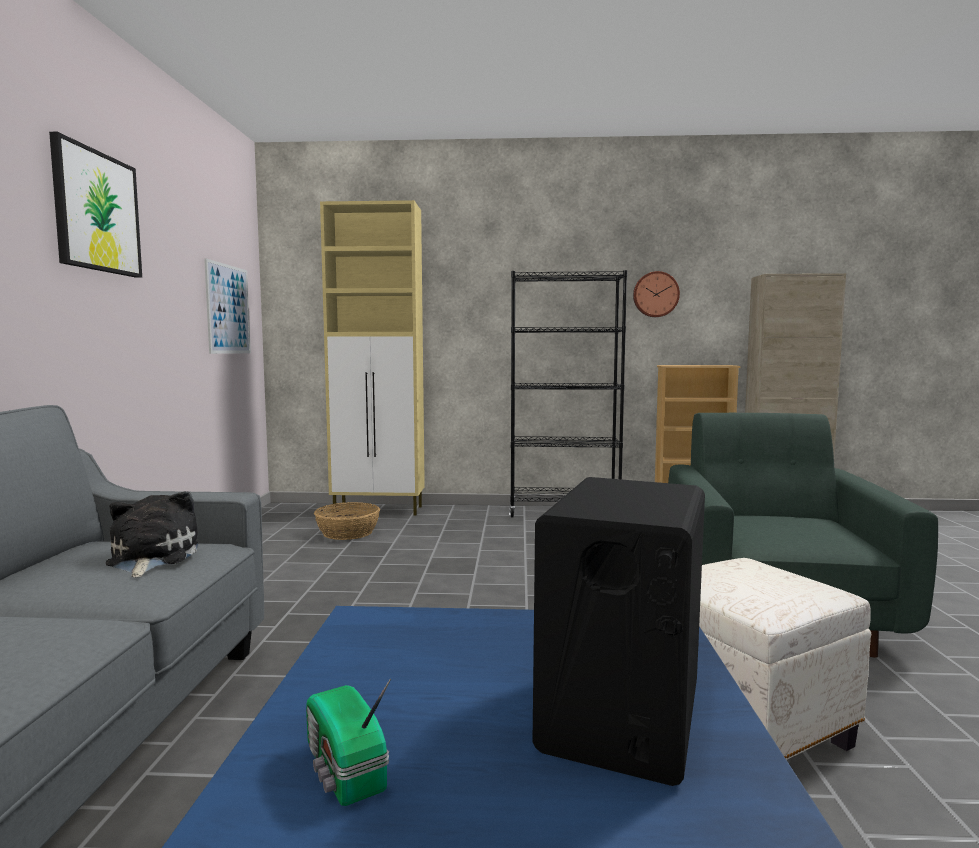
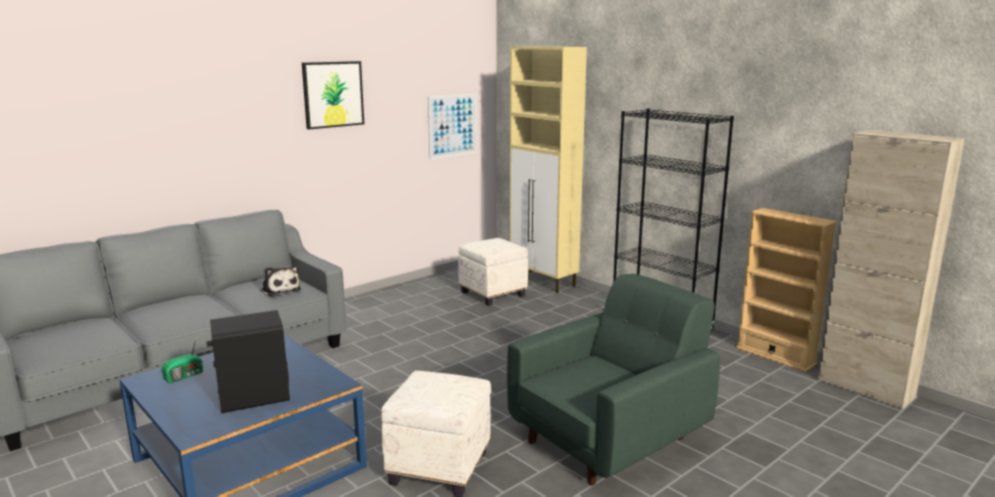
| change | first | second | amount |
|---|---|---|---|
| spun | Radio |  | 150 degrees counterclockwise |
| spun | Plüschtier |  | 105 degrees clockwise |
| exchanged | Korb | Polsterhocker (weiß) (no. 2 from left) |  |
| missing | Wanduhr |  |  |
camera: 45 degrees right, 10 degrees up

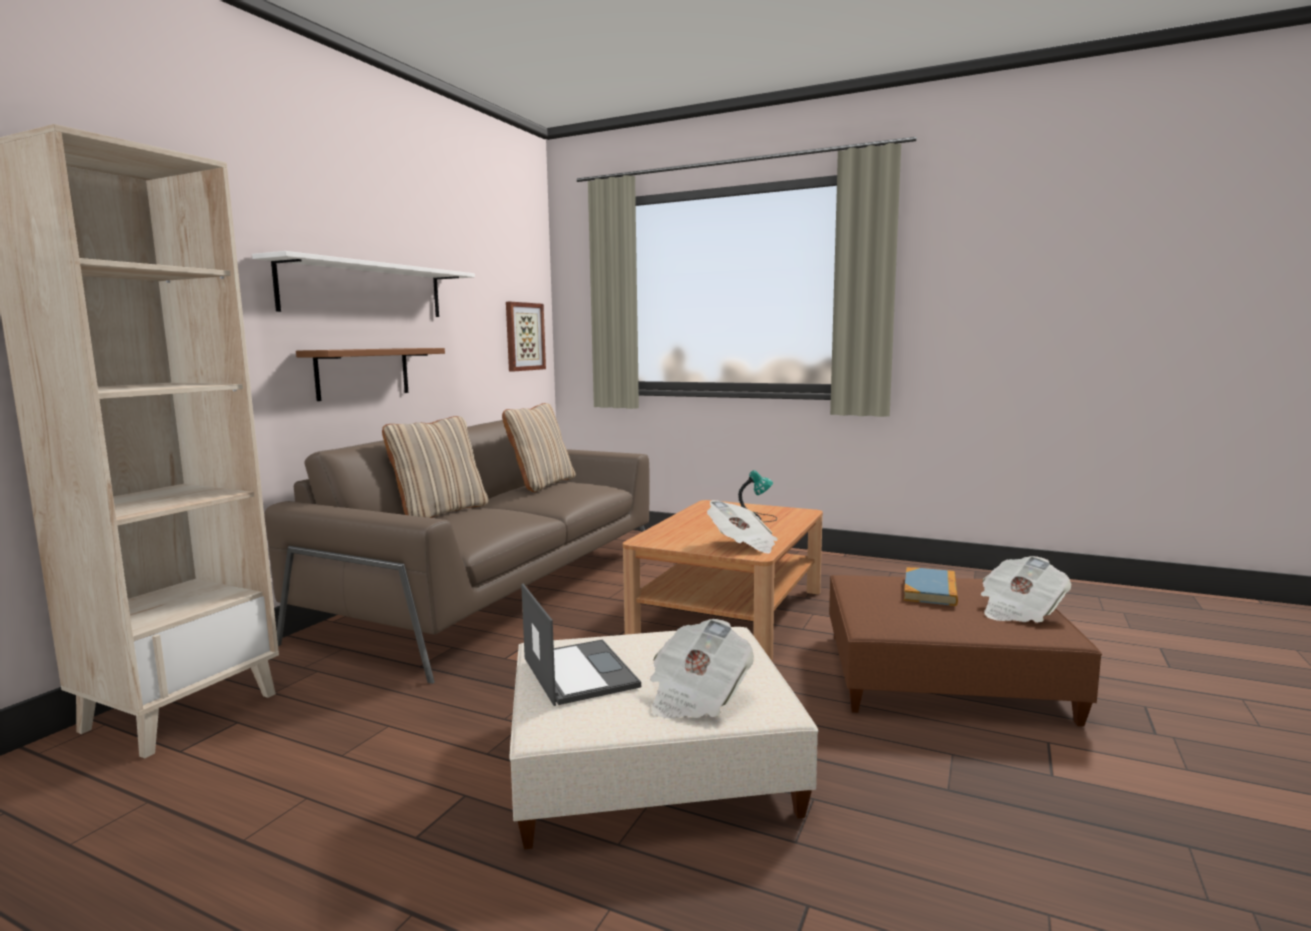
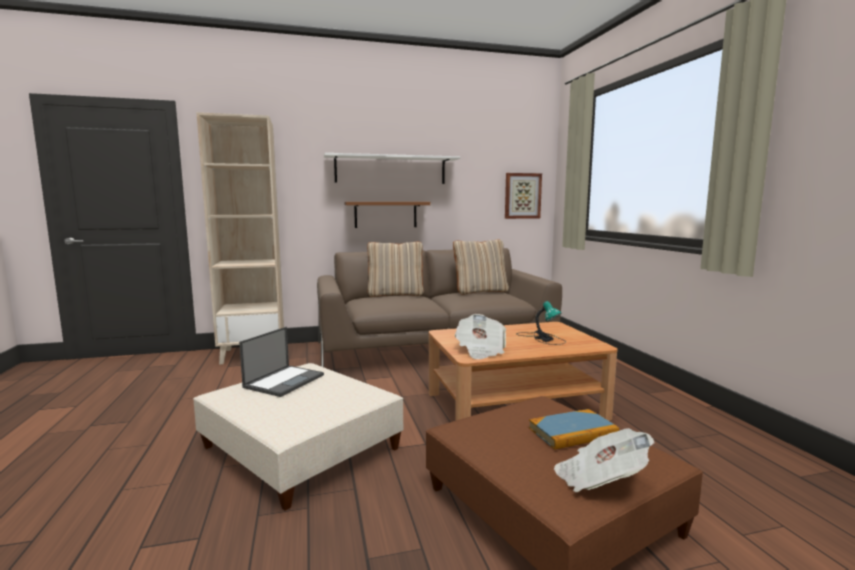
| change | first | second | amount |
|---|---|---|---|
| missing | Zeitung (no. 1 from left) |  |  |
camera: 50 degrees right, 0 degrees up

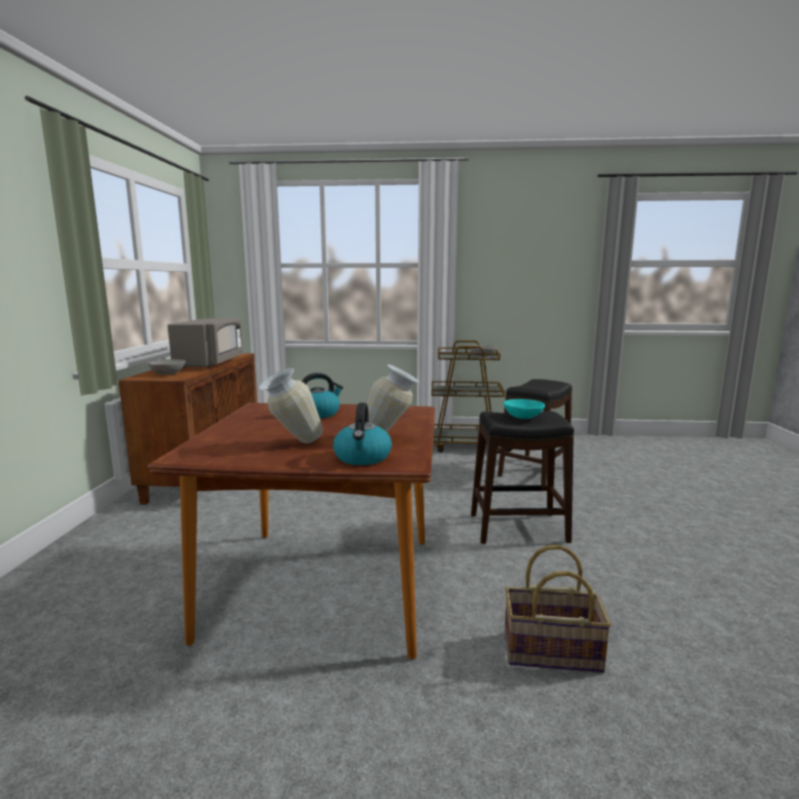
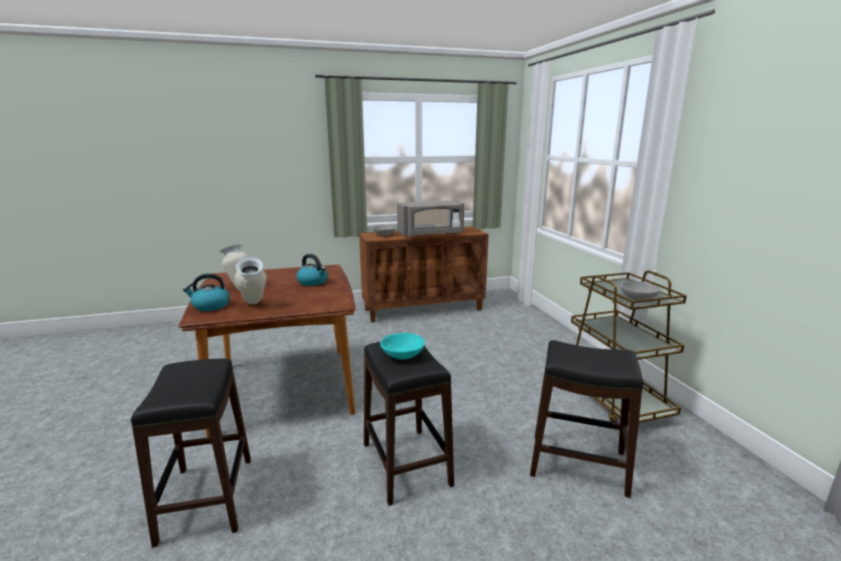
| change | first | second | amount |
|---|---|---|---|
| exchanged | Korb | Hocker (schwarz) (no. 1 from left) |  |
camera: 70 degrees right, 5 degrees up

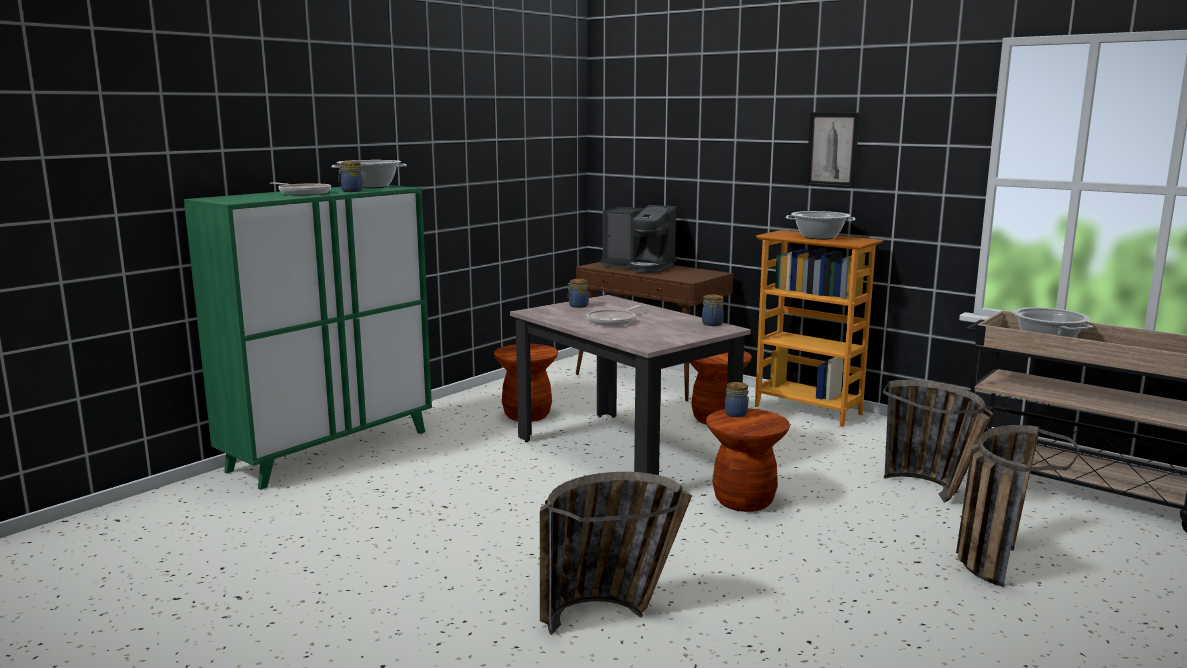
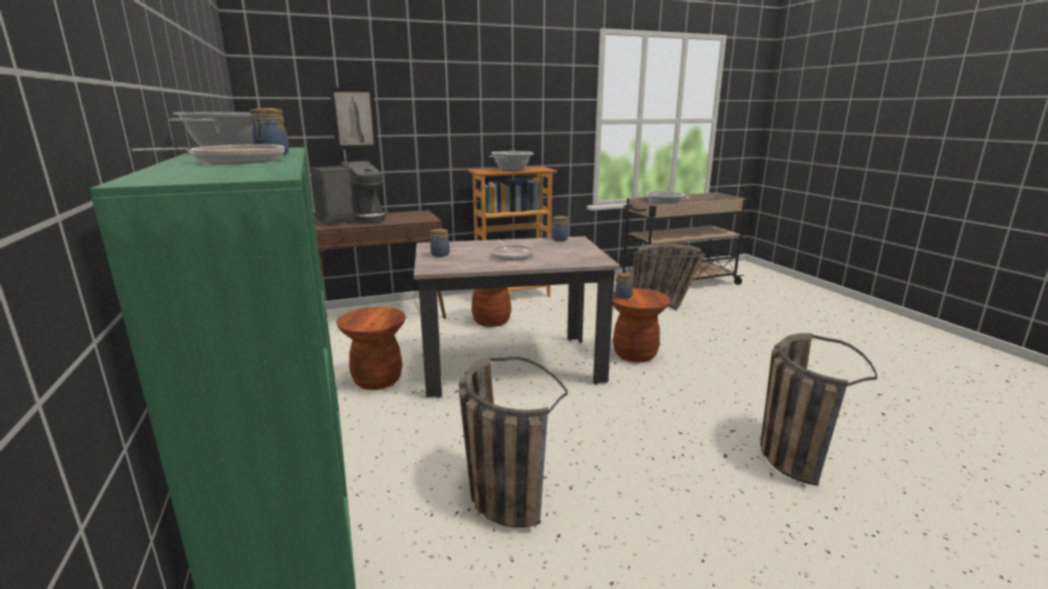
| change | first | second | amount |
|---|---|---|---|
| relocated | Bild |  |  |
| relocated | Korb (no. 3 from left in the first image) | Korb (no. 1 from left) |  |
camera: 60 degrees left, 5 degrees up

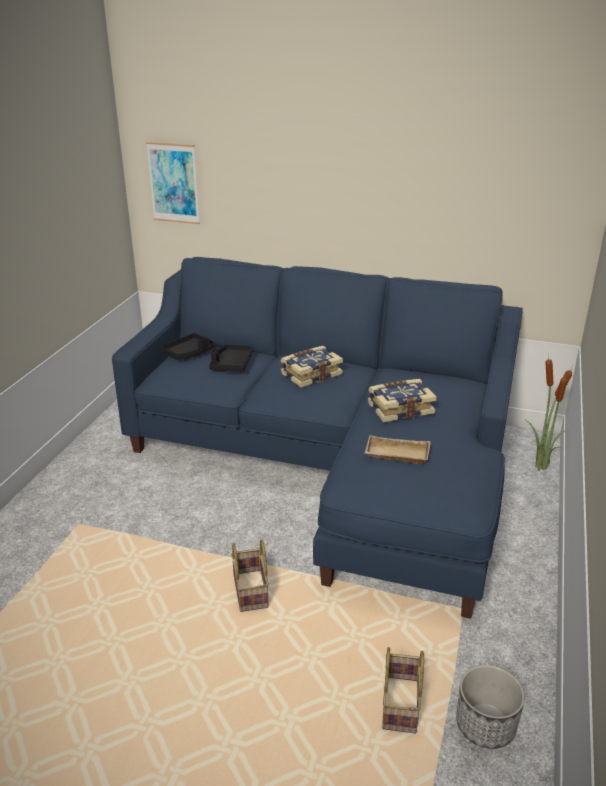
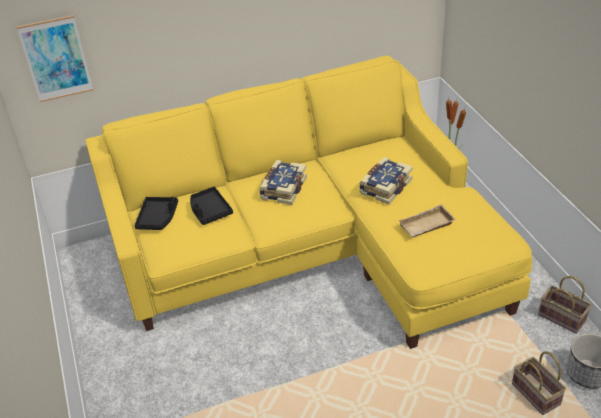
| change | first | second | amount |
|---|---|---|---|
| colour | Sofa (blau) | Sofa (gelb) |  |
| relocated | Korb (no. 1 from left in the first image) | Korb (no. 2 from left) |  |
camera: 35 degrees left, 10 degrees up

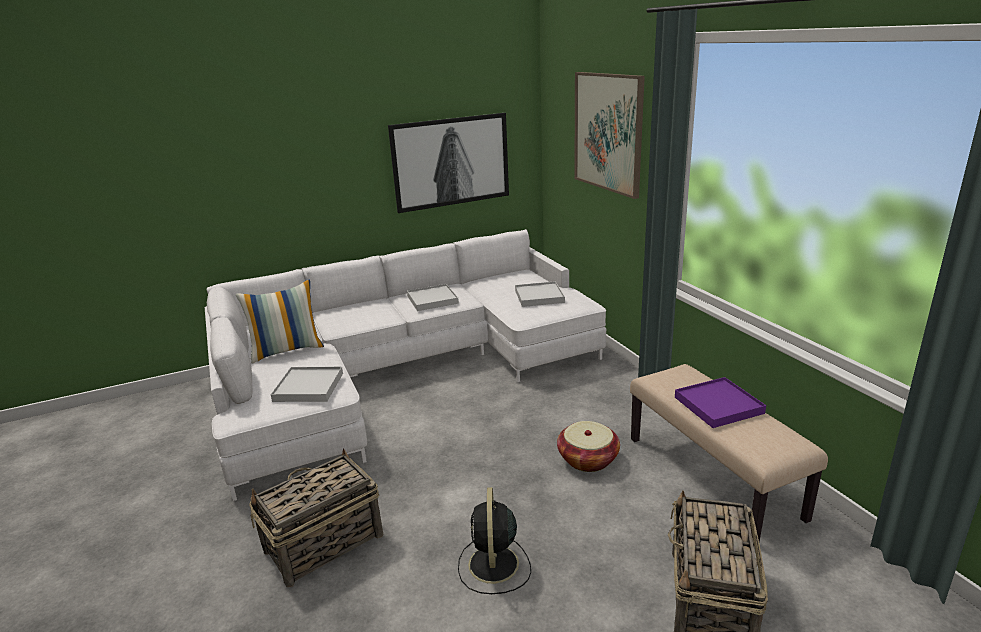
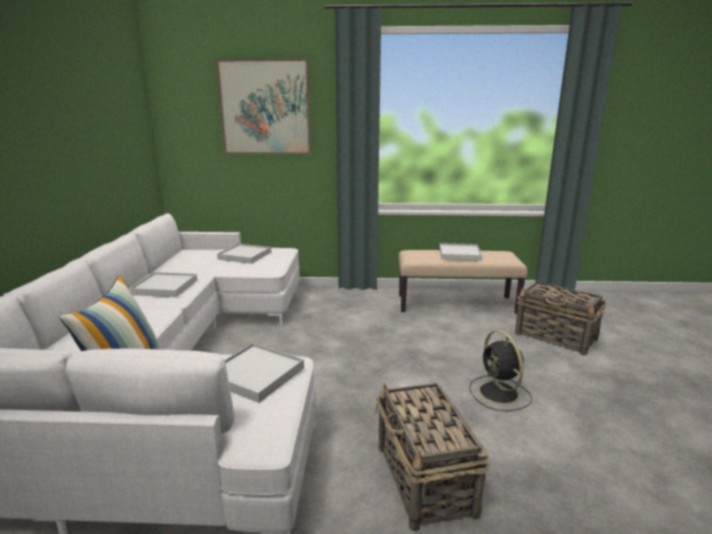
| change | first | second | amount |
|---|---|---|---|
| colour | Tablett (lila) | Tablett (weiß) (no. 4 from left) |  |
| spun | Ventilator (schwarz) |  | 45 degrees clockwise |
| missing | Bild (no. 1 from left) |  |  |
| missing | Korb (no. 2 from left) |  |  |
camera: 65 degrees left, 5 degrees down

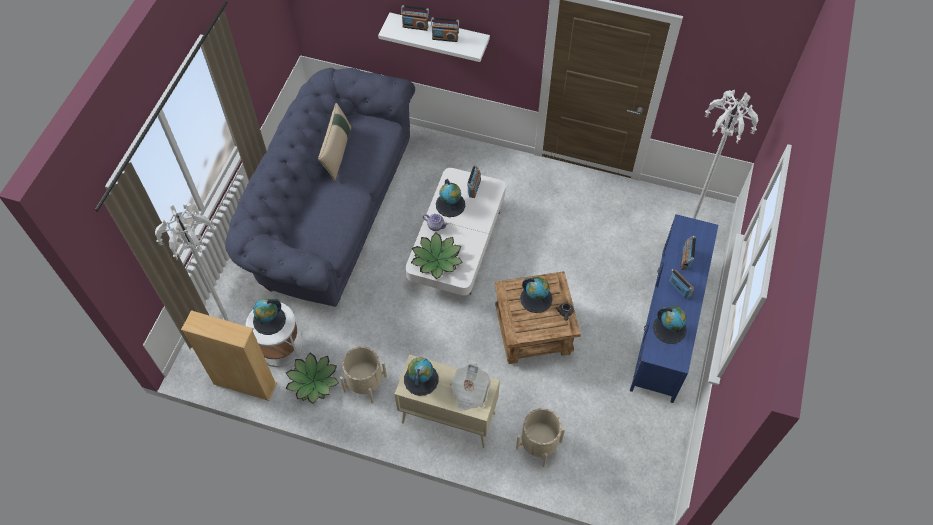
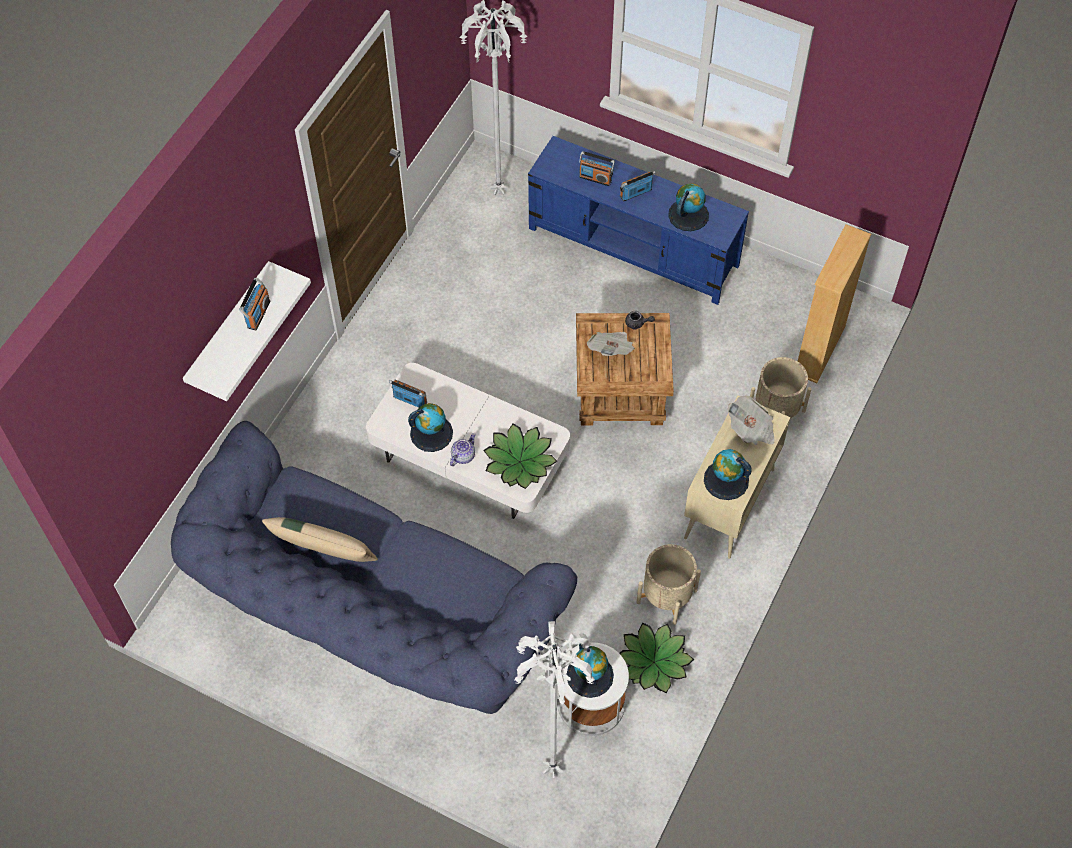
| change | first | second | amount |
|---|---|---|---|
| exchanged | Globus (no. 4 from left) | Zeitung (no. 1 from left) |  |
| relocated | Bücherregal (beige) |  |  |
| missing | Radio (no. 1 from left) |  |  |
camera: 80 degrees left, 0 degrees up

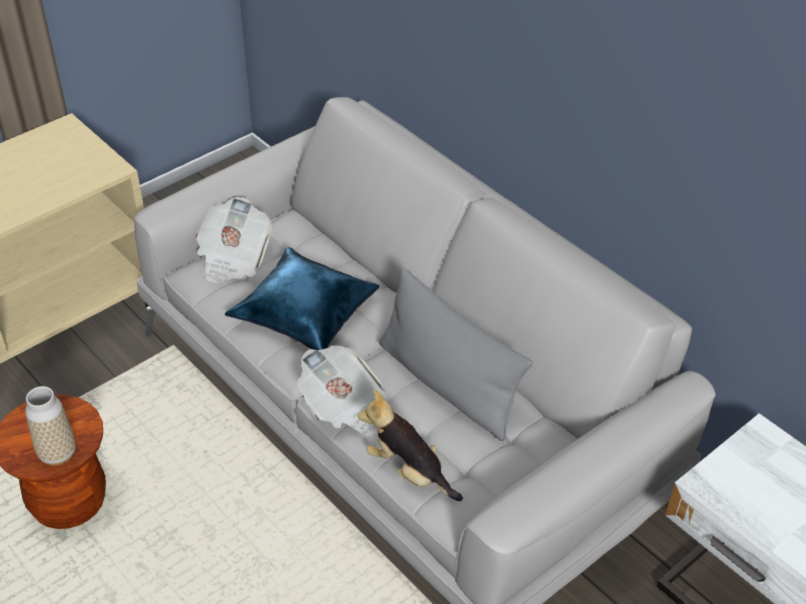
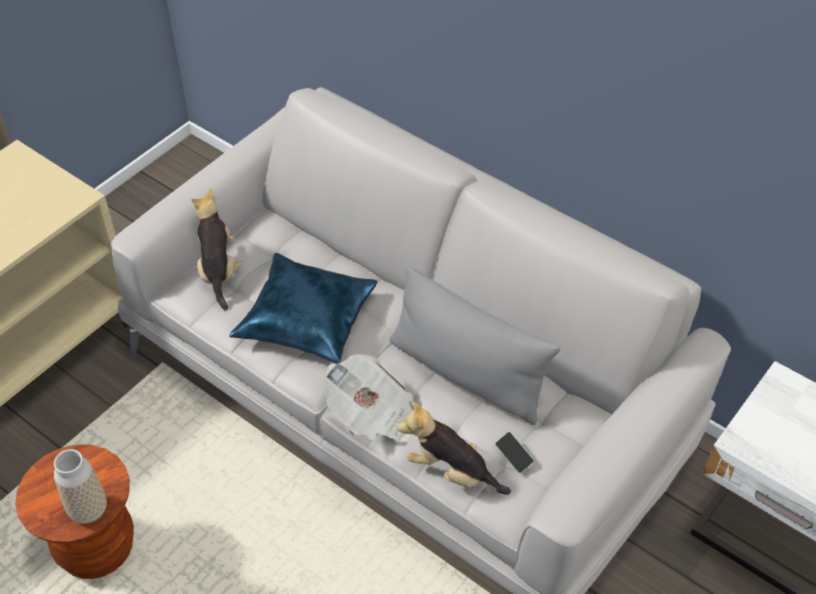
| change | first | second | amount |
|---|---|---|---|
| exchanged | Zeitung (no. 1 from left) | Plüschtier (no. 1 from left) |  |
| appeared |  | Handy |  |
camera: 10 degrees left, 5 degrees up

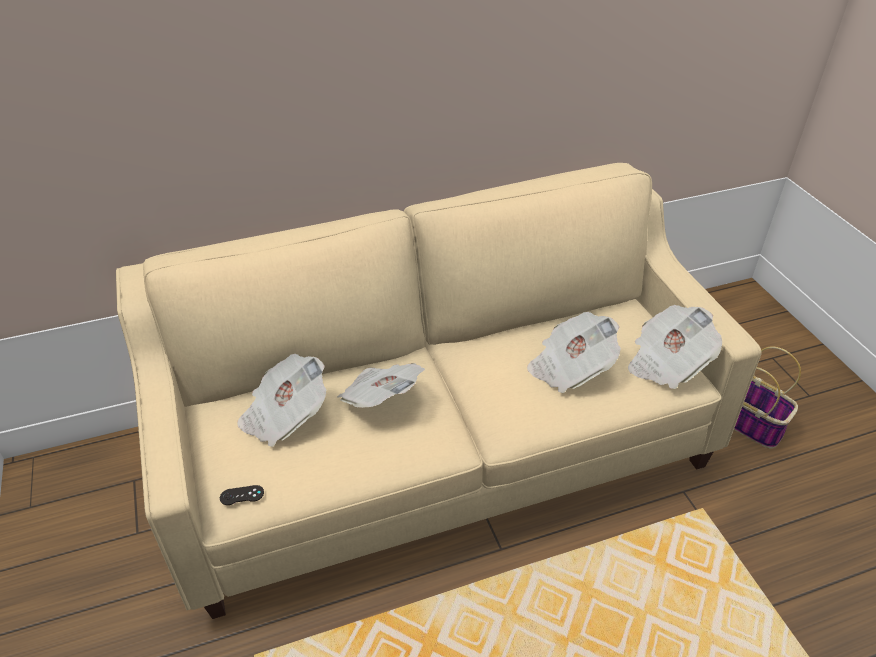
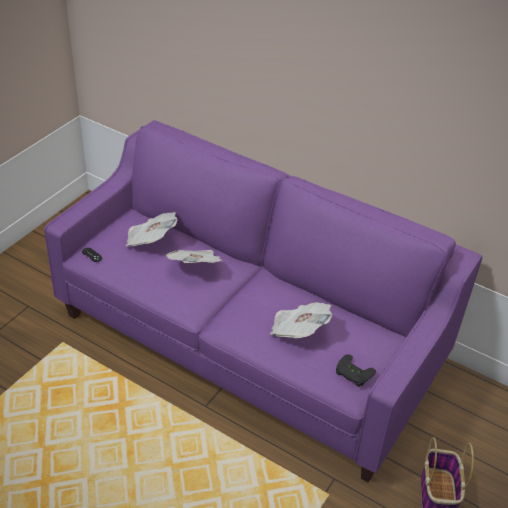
| change | first | second | amount |
|---|---|---|---|
| colour | Sofa (beige) | Sofa (lila) |  |
| exchanged | Zeitung (no. 4 from left) | Gamepad (schwarz) (no. 2 from left) |  |
camera: 50 degrees right, 0 degrees up

